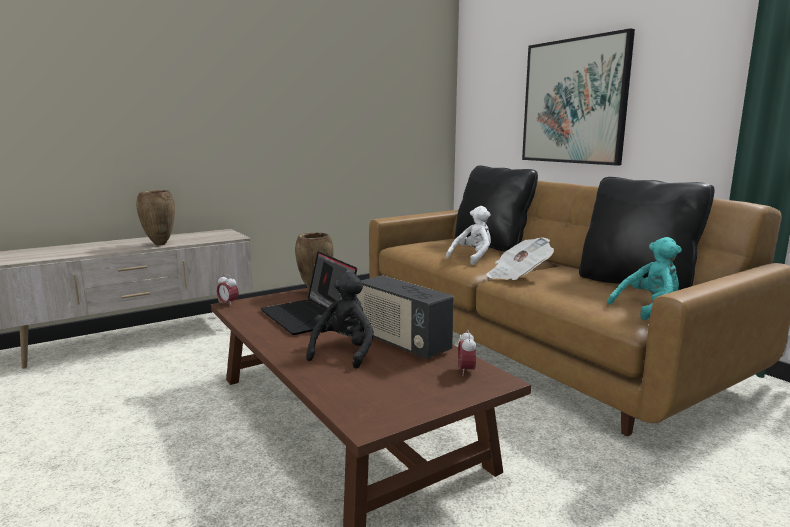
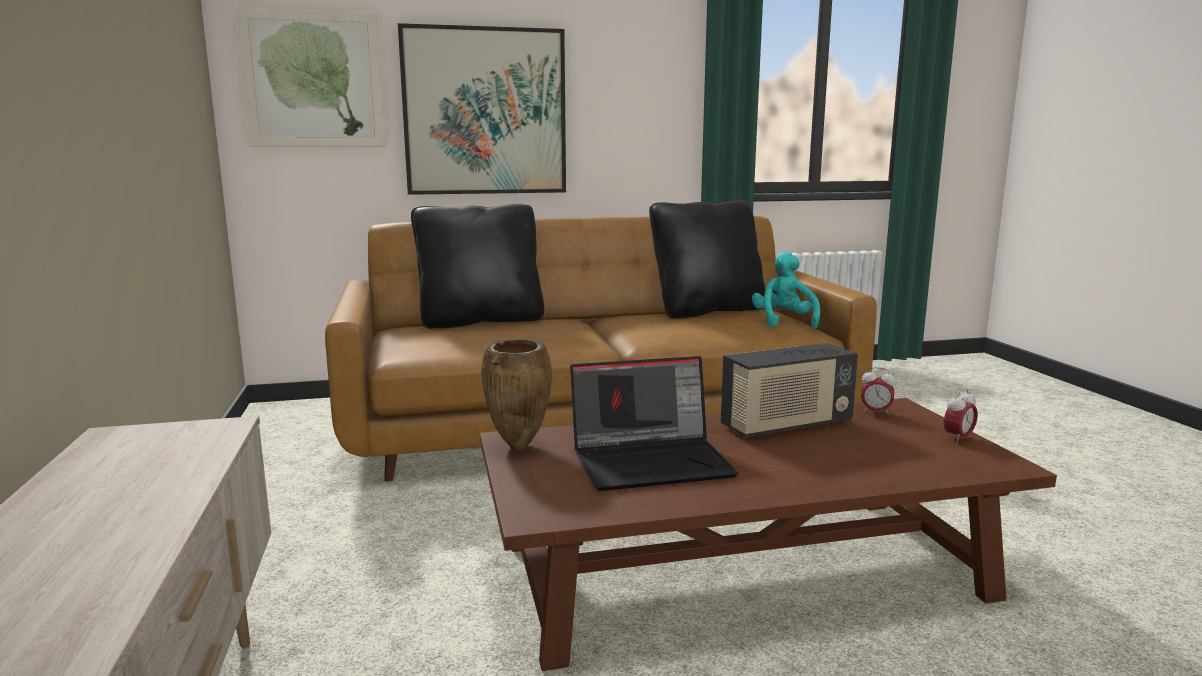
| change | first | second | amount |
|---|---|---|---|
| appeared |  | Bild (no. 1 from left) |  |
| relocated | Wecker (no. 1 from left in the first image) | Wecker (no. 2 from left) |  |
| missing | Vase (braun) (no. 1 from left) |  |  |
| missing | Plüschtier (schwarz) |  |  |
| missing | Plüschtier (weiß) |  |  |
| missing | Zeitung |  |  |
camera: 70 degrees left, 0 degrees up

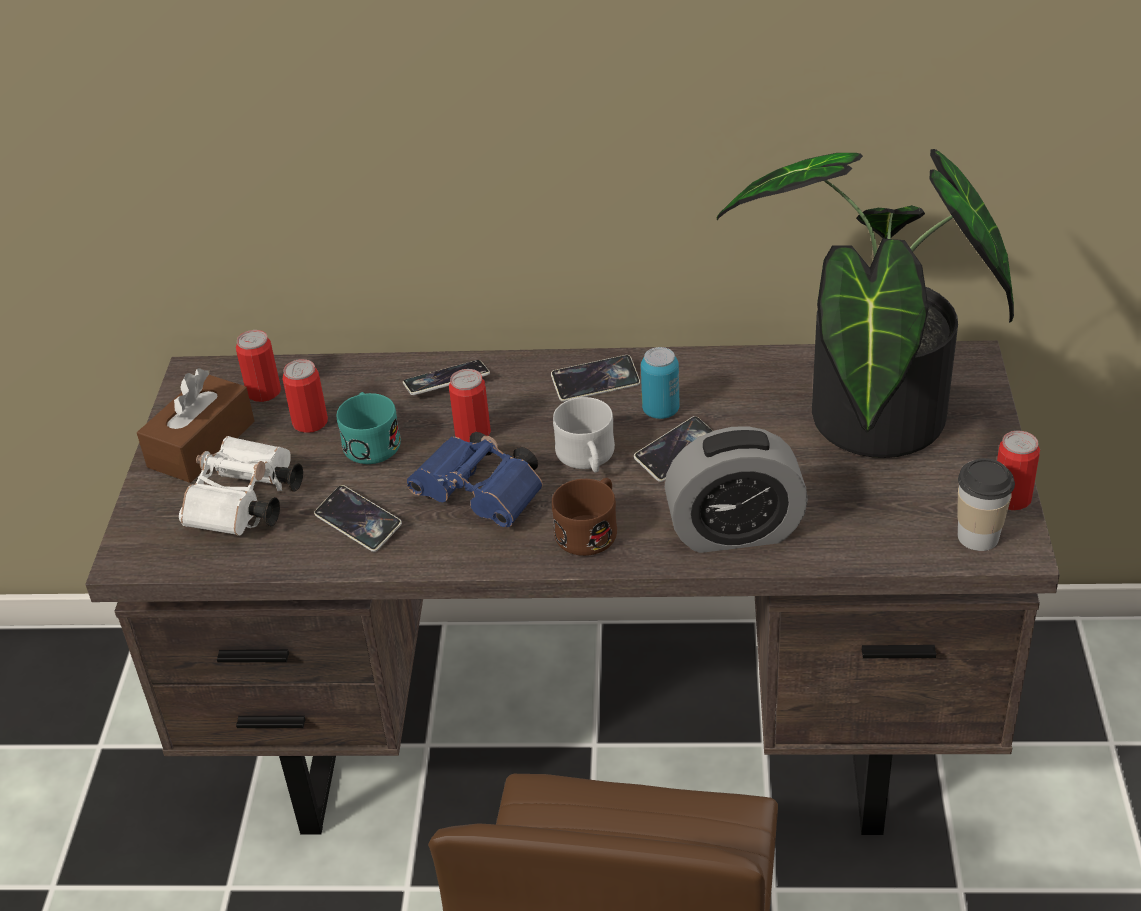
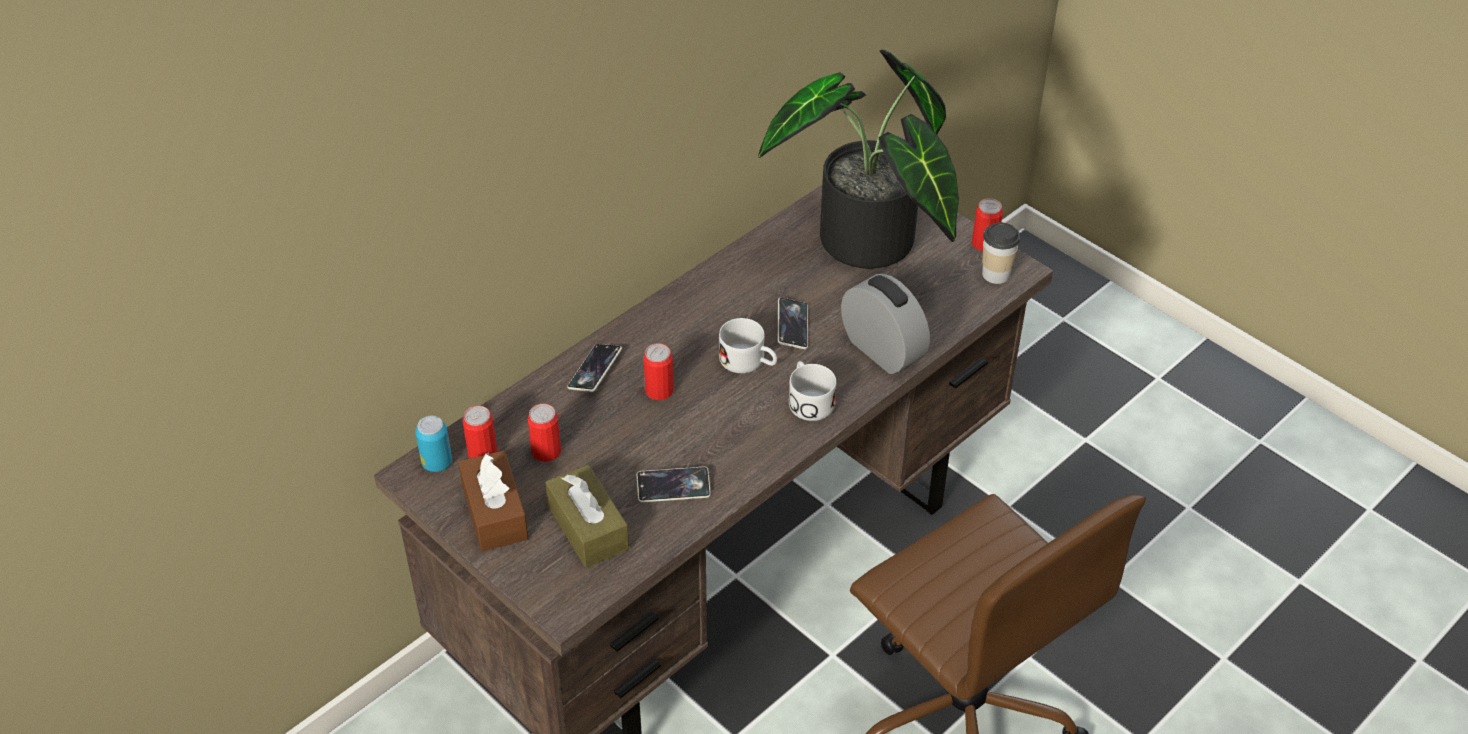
| change | first | second | amount |
|---|---|---|---|
| relocated | Dose (no. 4 from left in the first image) | Dose (no. 1 from left) |  |
| exchanged | Fernglas (weiß) | Taschentuchbox (braun) (no. 2 from left) |  |
| colour | Henkelbecher (braun) | Henkelbecher (weiß) (no. 2 from left) |  |
| spun | Wecker |  | 75 degrees counterclockwise |
| missing | Henkelbecher (türkis) |  |  |
| missing | Fernglas (blau) |  |  |
| missing | Handy (no. 3 from left) |  |  |
camera: 50 degrees left, 5 degrees up

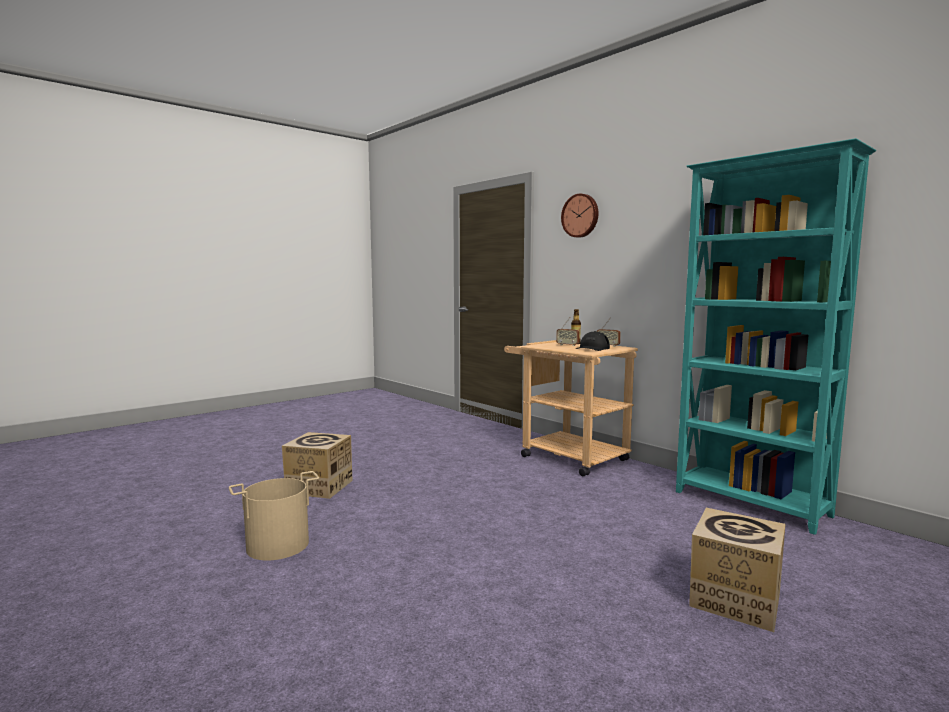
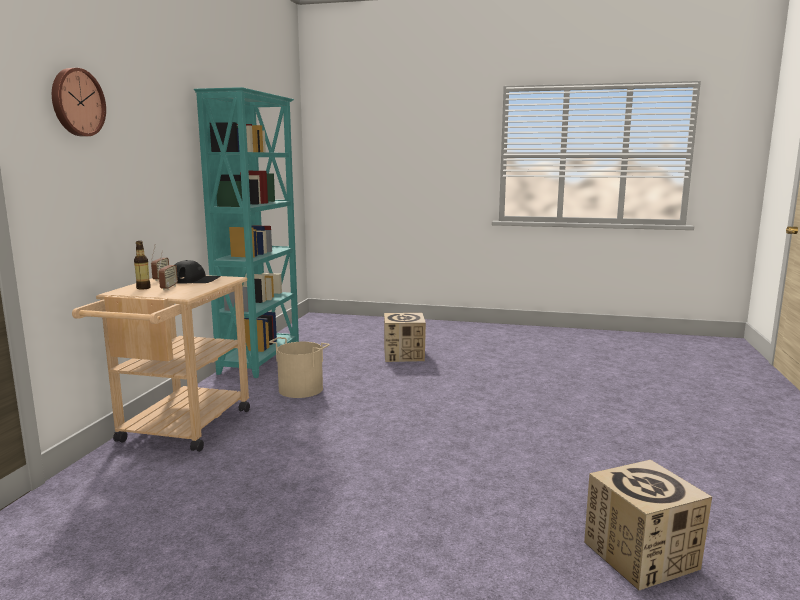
| change | first | second | amount |
|---|---|---|---|
| relocated | Eimer (beige) |  |  |
| relocated | Karton (no. 1 from left in the first image) | Karton (no. 2 from left) |  |
camera: 125 degrees left, 5 degrees up

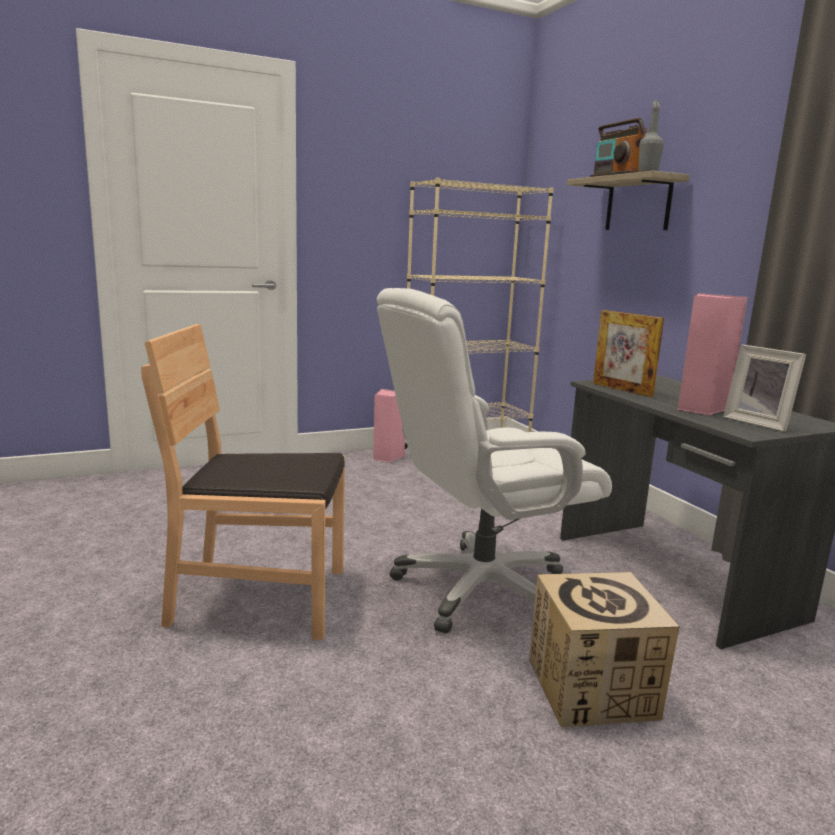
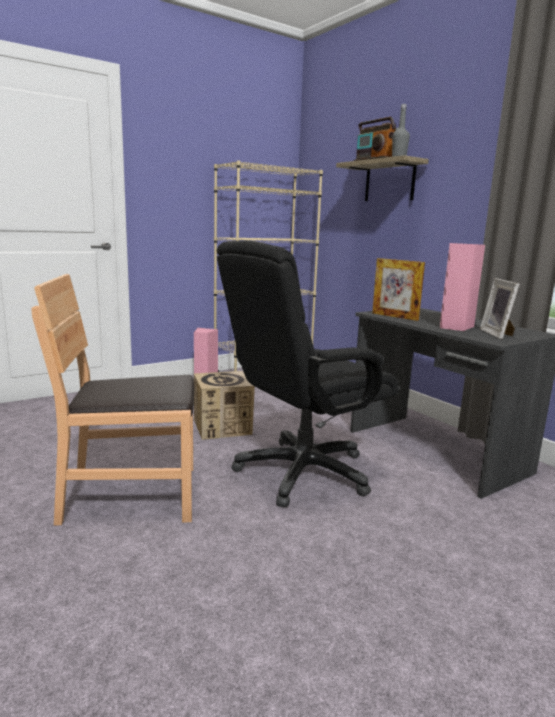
| change | first | second | amount |
|---|---|---|---|
| relocated | Karton |  |  |
| colour | Bürostuhl (weiß) | Bürostuhl (schwarz) |  |
| spun | Bilderrahmen (no. 2 from left) |  | 45 degrees clockwise |
camera: 10 degrees left, 0 degrees up

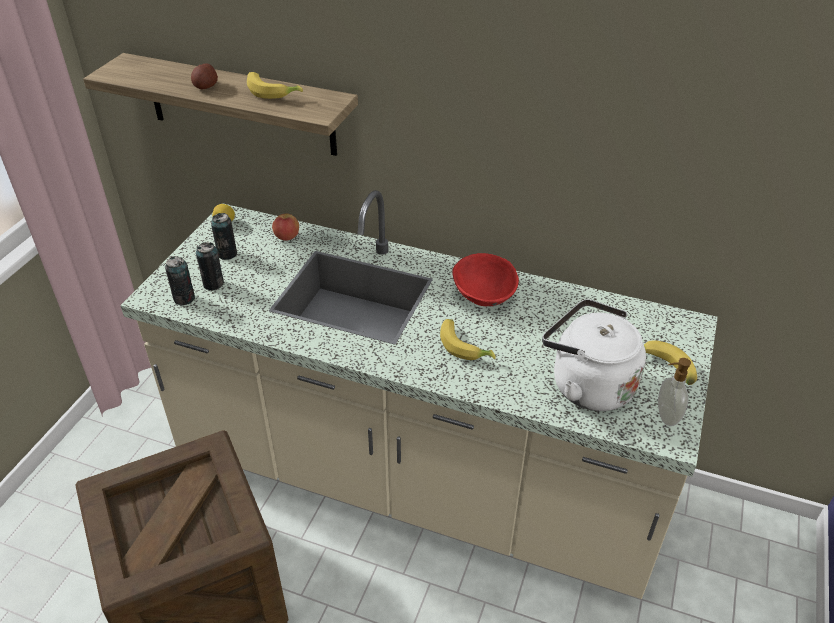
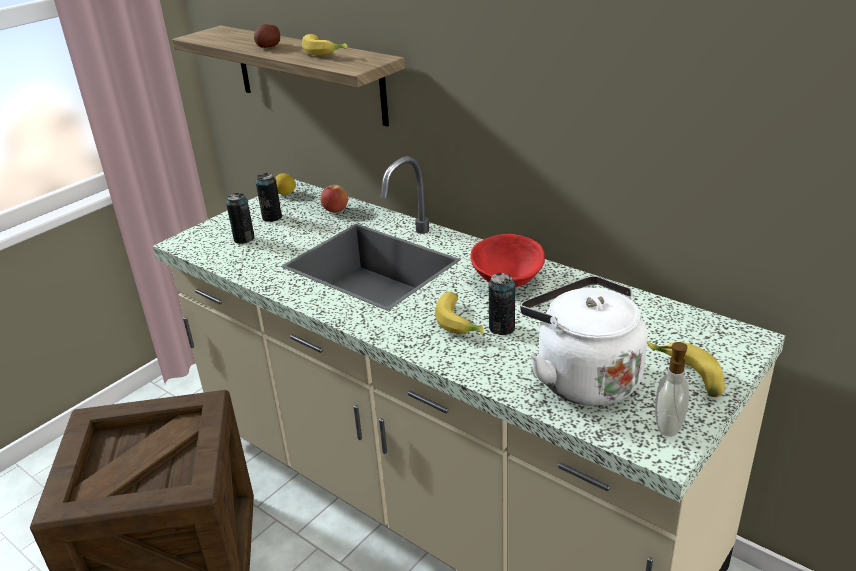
| change | first | second | amount |
|---|---|---|---|
| relocated | Dose (no. 1 from left in the first image) | Dose (no. 3 from left) |  |
camera: 20 degrees right, 10 degrees down

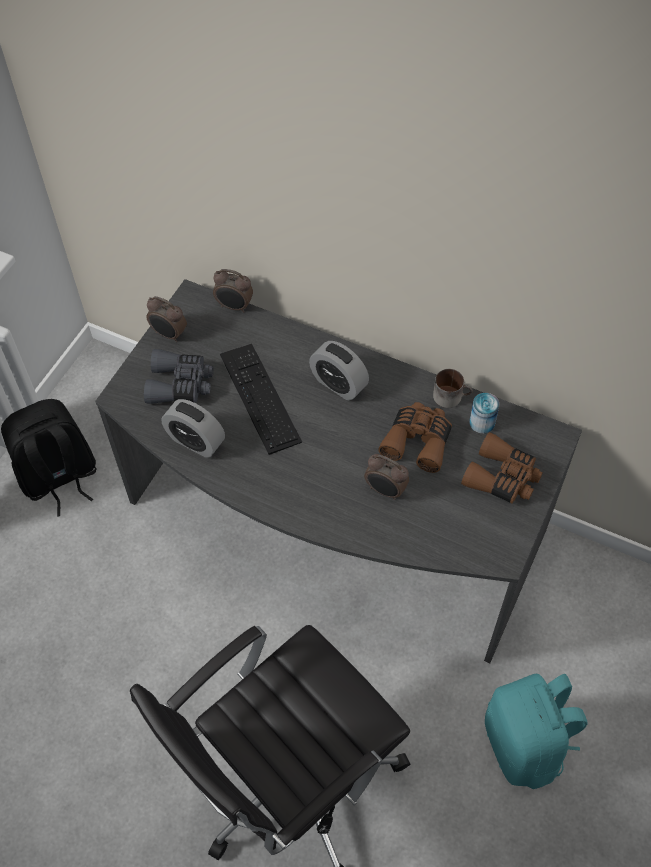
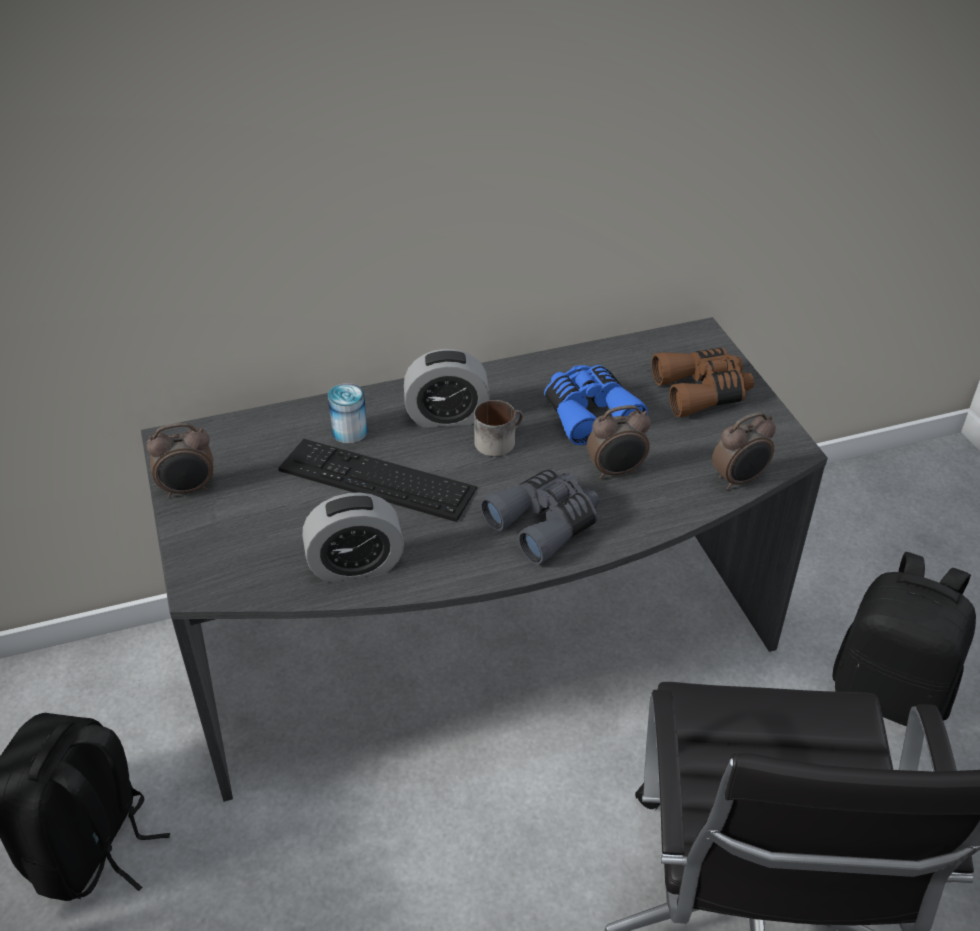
| change | first | second | amount |
|---|---|---|---|
| relocated | Dose |  |  |
| relocated | Henkelbecher |  |  |
| relocated | Fernglas (grau) |  |  |
| colour | Fernglas (braun) (no. 1 from left) | Fernglas (blau) |  |
| relocated | Wecker (no. 3 from left in the first image) | Wecker (no. 5 from left) |  |
| colour | Rucksack (türkis) | Rucksack (schwarz) (no. 2 from left) |  |
camera: 45 degrees left, 15 degrees down

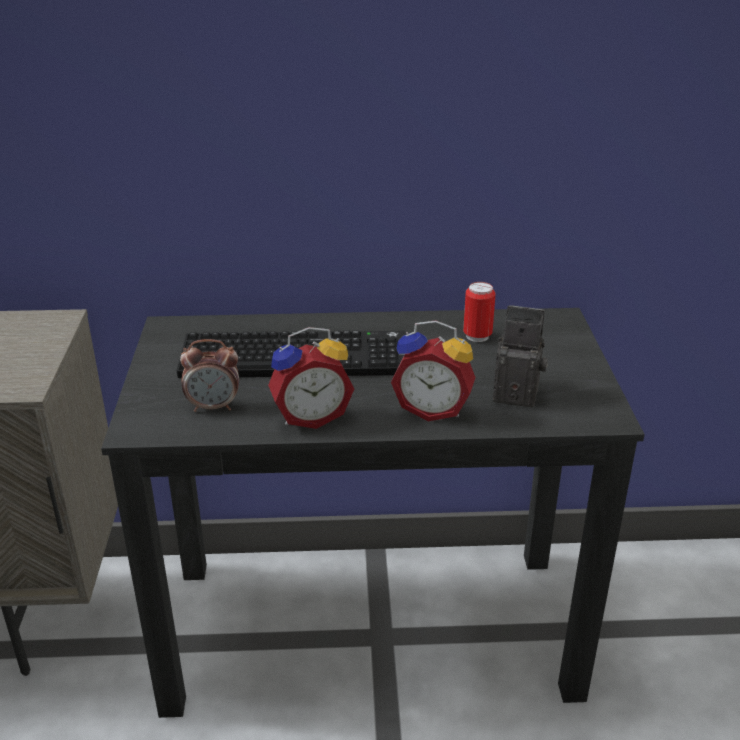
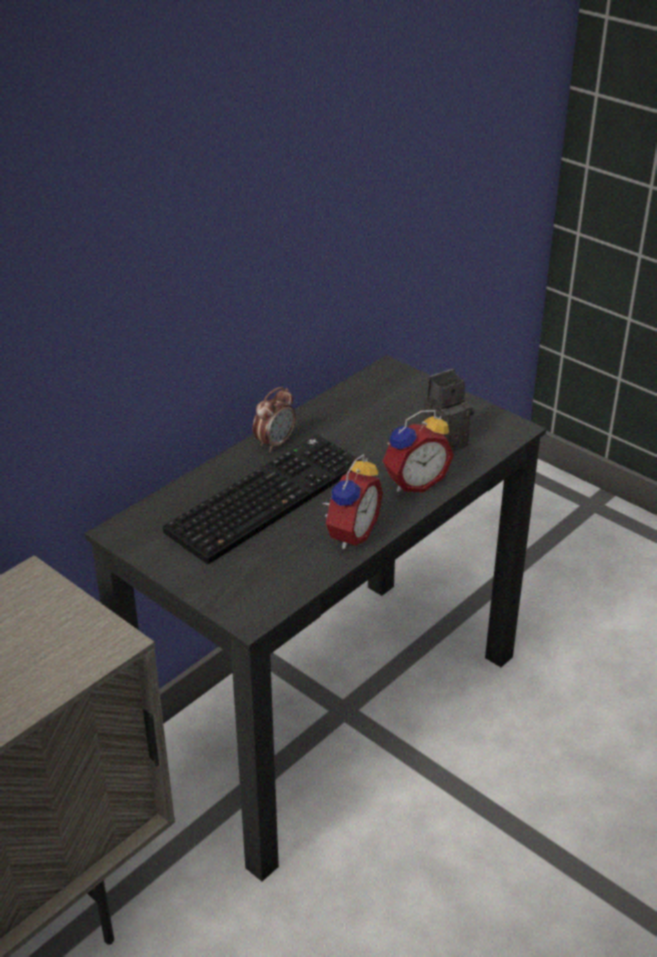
| change | first | second | amount |
|---|---|---|---|
| relocated | Wecker (no. 1 from left) |  |  |
| missing | Dose |  |  |
camera: 45 degrees left, 5 degrees up

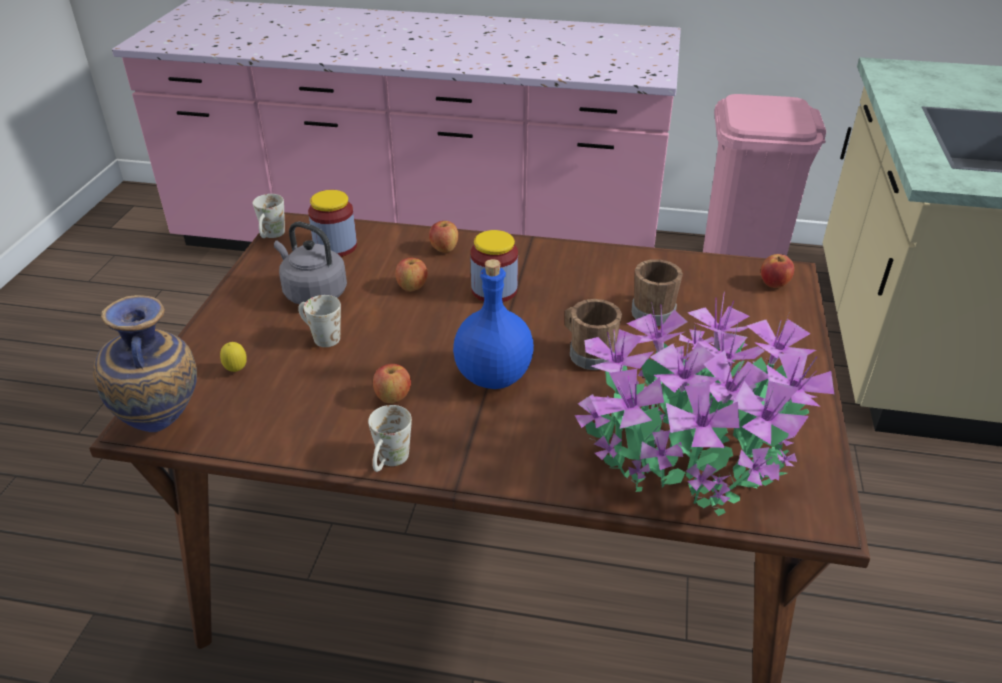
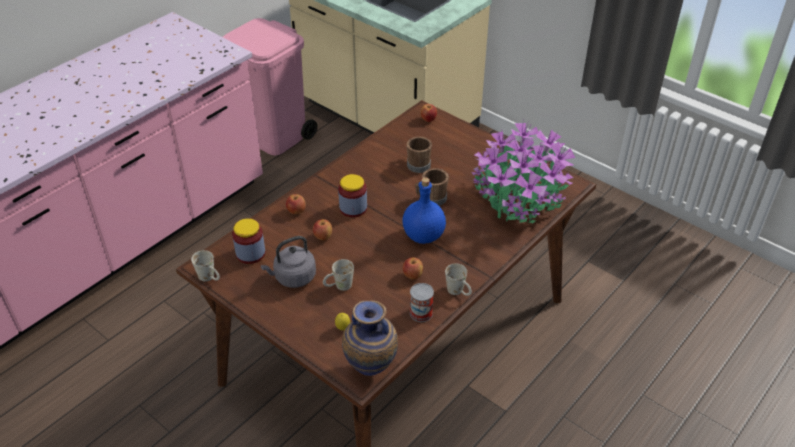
| change | first | second | amount |
|---|---|---|---|
| appeared |  | Dose |  |
camera: 60 degrees left, 5 degrees up

